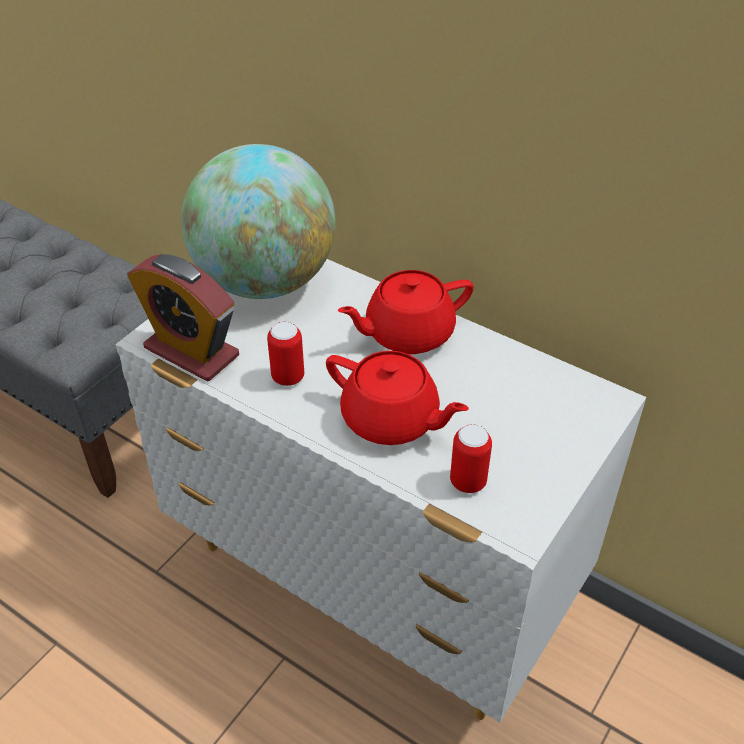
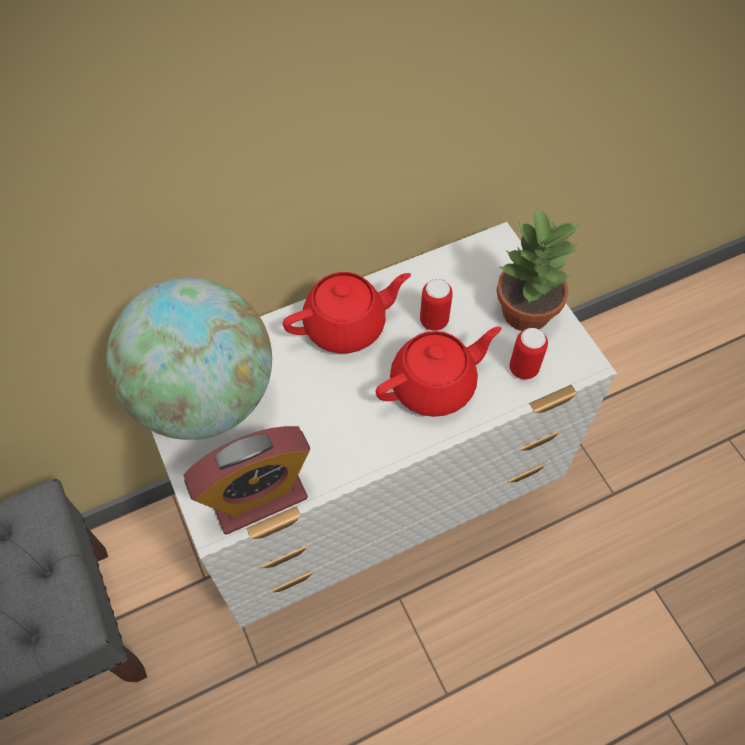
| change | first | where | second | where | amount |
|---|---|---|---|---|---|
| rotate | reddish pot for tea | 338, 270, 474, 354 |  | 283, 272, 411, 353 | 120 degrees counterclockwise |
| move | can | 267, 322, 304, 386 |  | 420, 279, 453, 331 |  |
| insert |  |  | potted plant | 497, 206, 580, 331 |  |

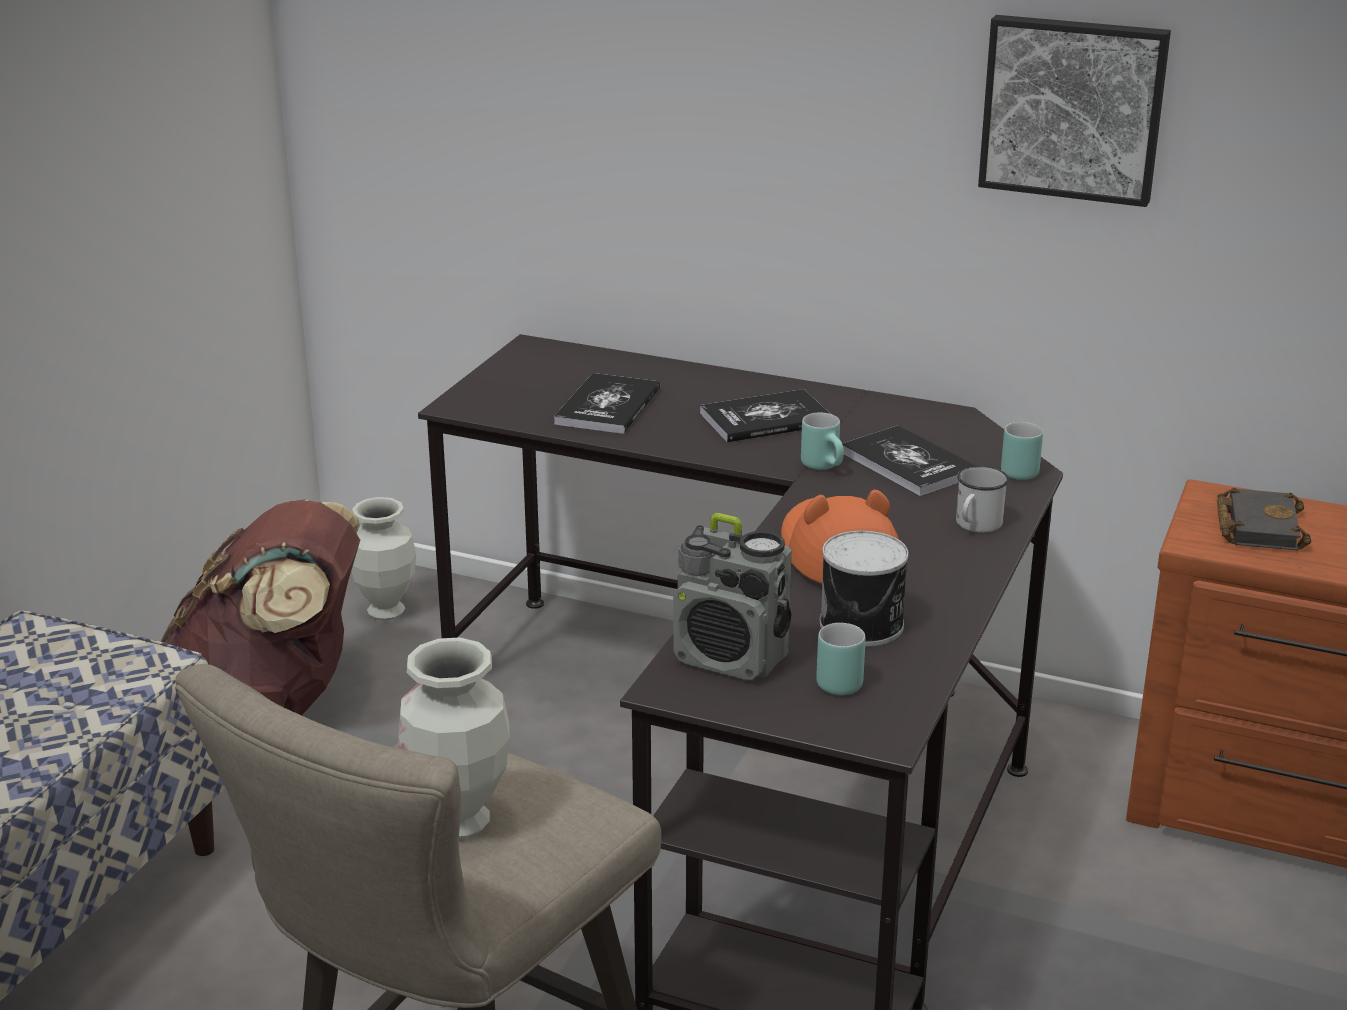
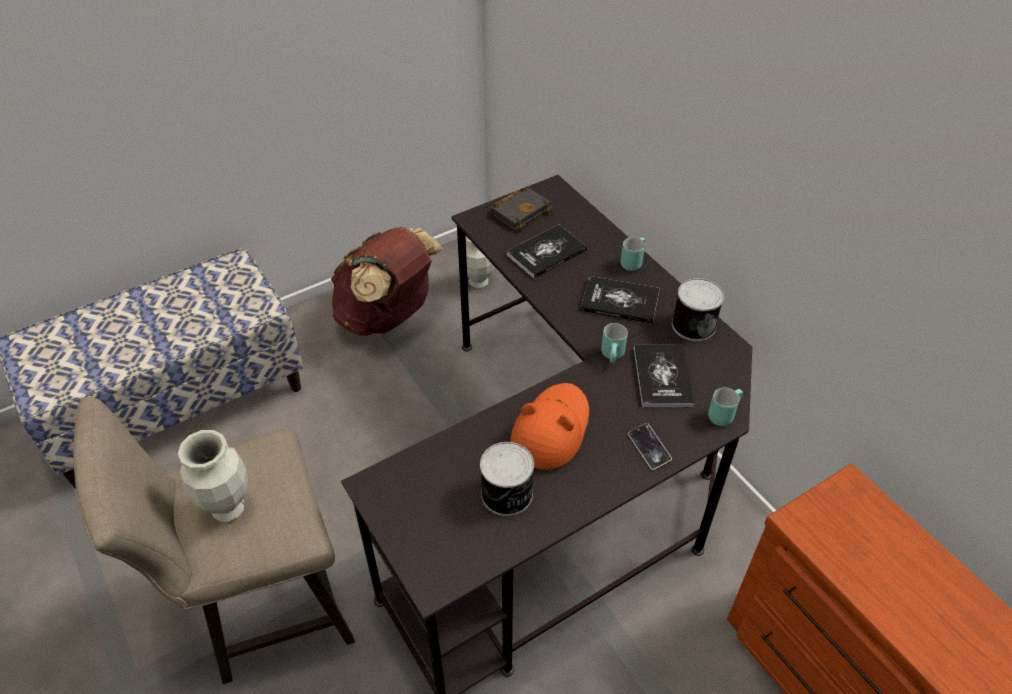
| change | first | where | second | where | amount |
|---|---|---|---|---|---|
| move | blackish bound book | 1217, 488, 1311, 550 |  | 490, 188, 553, 230 |  |
| move | turquoise-coloured coffee mug | 816, 623, 866, 695 |  | 621, 237, 645, 271 |  |
| replace | white-coloured coffee mug | 956, 466, 1009, 533 | handset | 628, 423, 672, 470 |  |
| insert |  |  | can | 672, 278, 724, 341 |  |
| delete | radio | 673, 513, 792, 680 |  |  |  |
| delete | wall art | 978, 15, 1171, 207 |  |  |  |

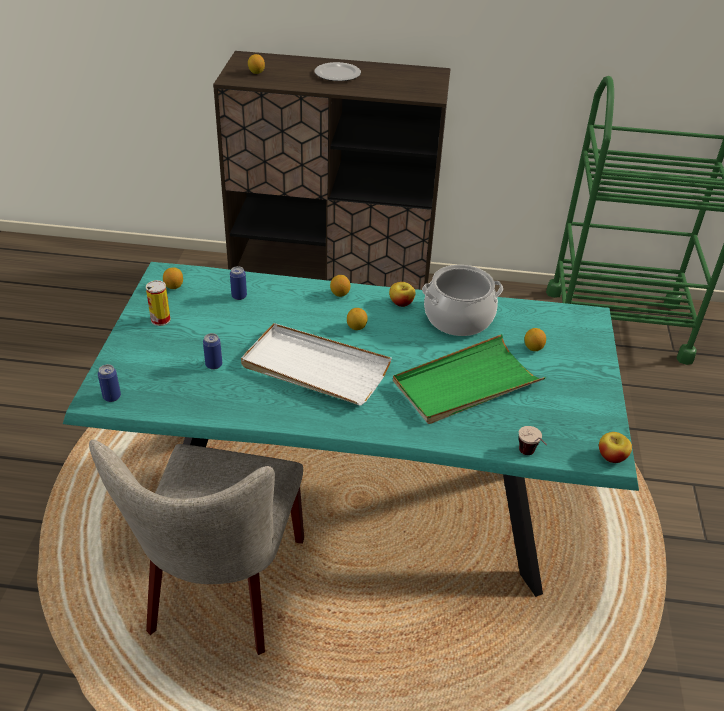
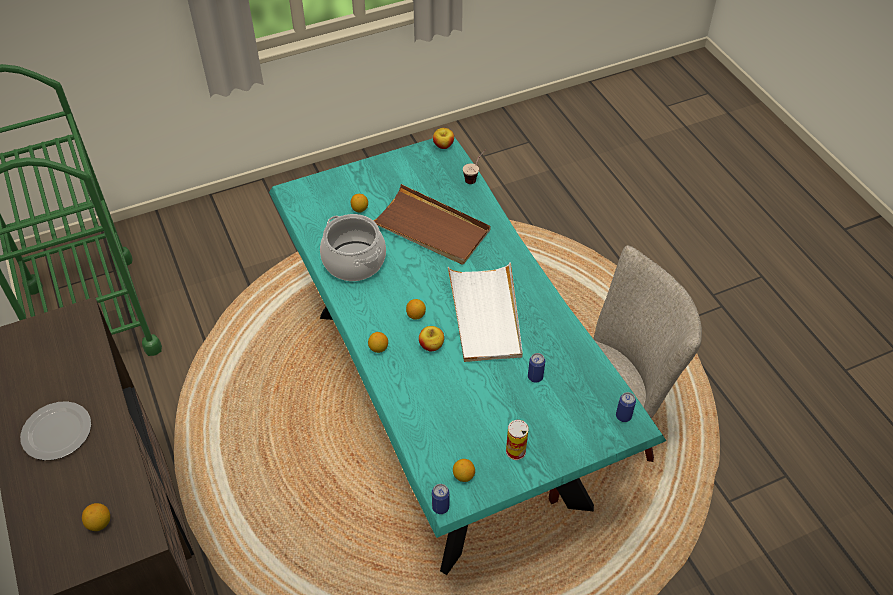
| change | first | where | second | where | amount |
|---|---|---|---|---|---|
| recolor | green-coloured serving tray | 393, 334, 546, 424 | brown serving tray | 373, 184, 491, 265 |  |
| move | whole apple | 389, 282, 415, 307 |  | 419, 326, 444, 351 |  |
| move | can | 230, 266, 247, 300 |  | 432, 484, 449, 514 |  |

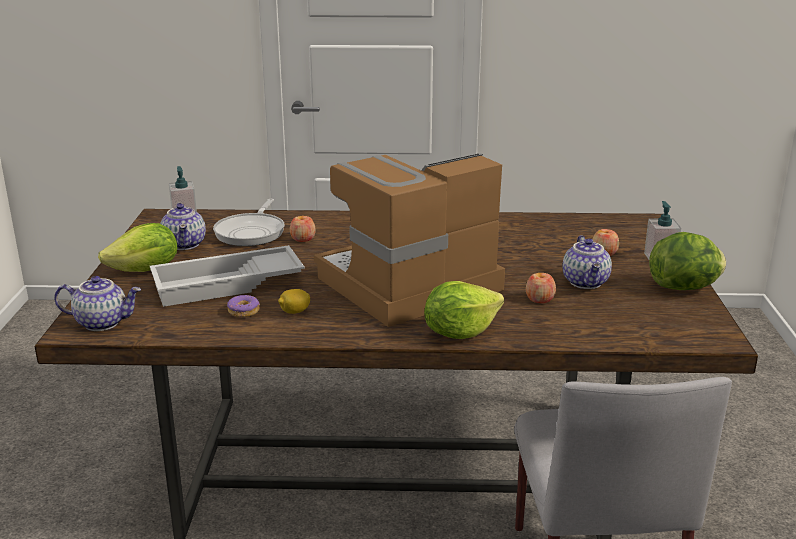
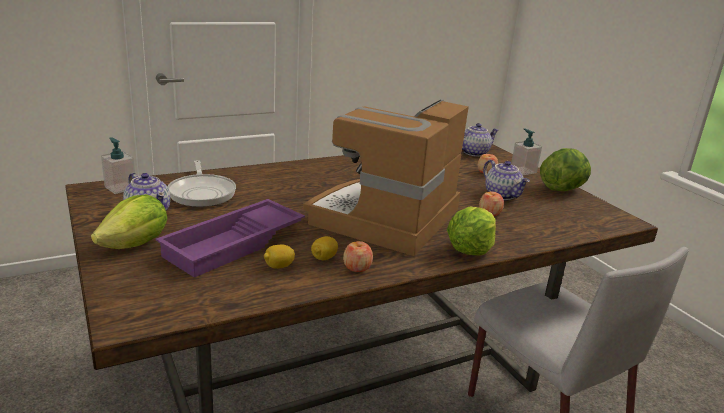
| change | first | where | second | where | amount |
|---|---|---|---|---|---|
| recolor | white-coloured serving tray | 150, 245, 305, 307 | purple-coloured serving tray | 155, 199, 305, 278 |  |
| replace | doughnut | 227, 295, 260, 317 | lemon | 264, 245, 295, 269 |  |
| move | whole apple | 290, 216, 316, 242 |  | 343, 241, 373, 272 |  |
| move | pot for tea | 54, 276, 141, 331 |  | 462, 123, 498, 157 |  |

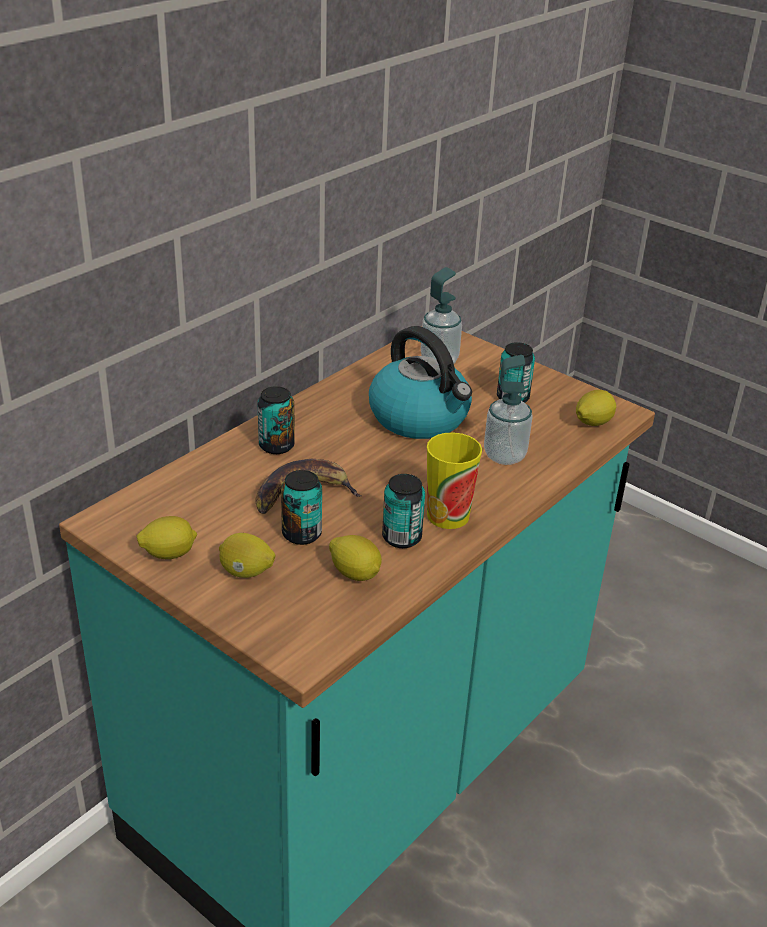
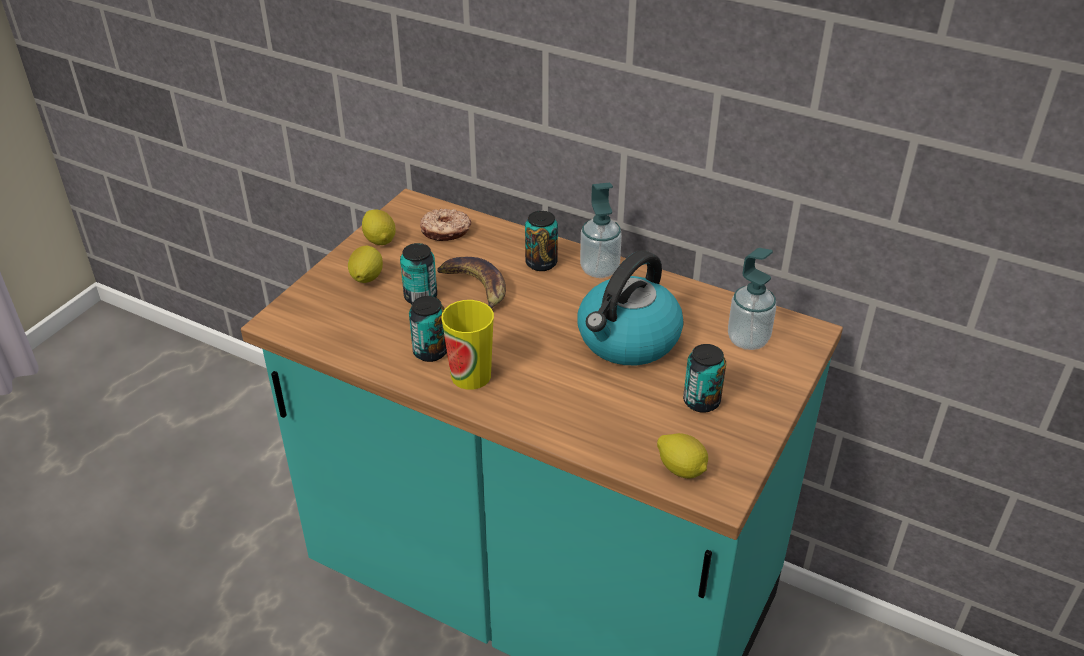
| change | first | where | second | where | amount |
|---|---|---|---|---|---|
| insert |  |  | doughnut | 420, 209, 471, 241 |  |
| move | soap bottle | 484, 355, 533, 465 |  | 580, 183, 622, 278 |  |
| delete | lemon | 329, 535, 382, 581 |  |  |  |

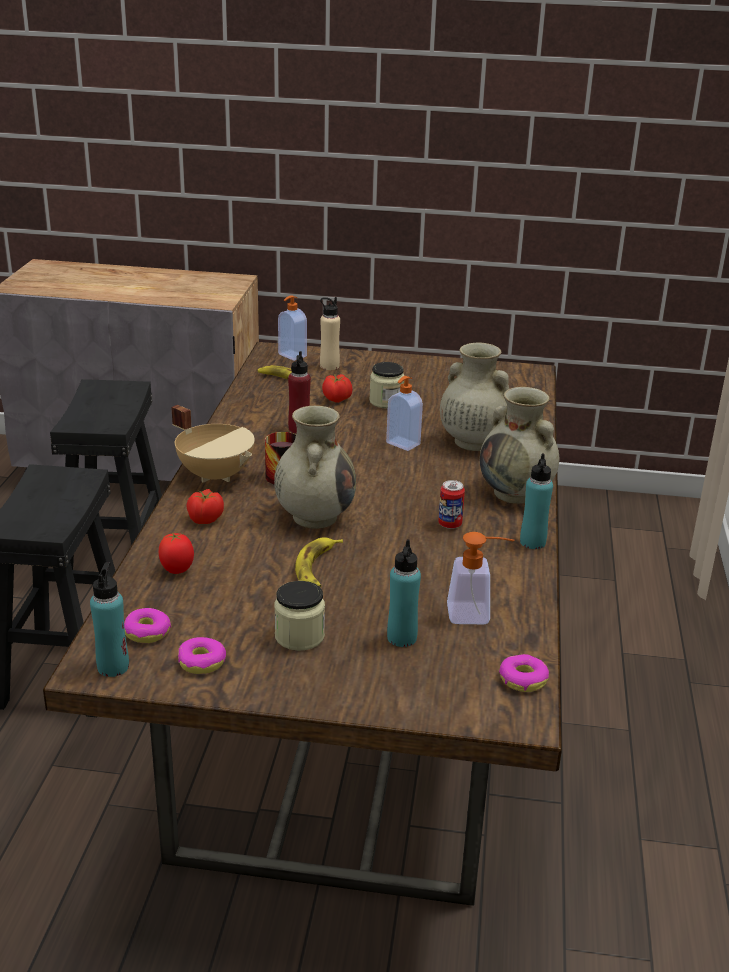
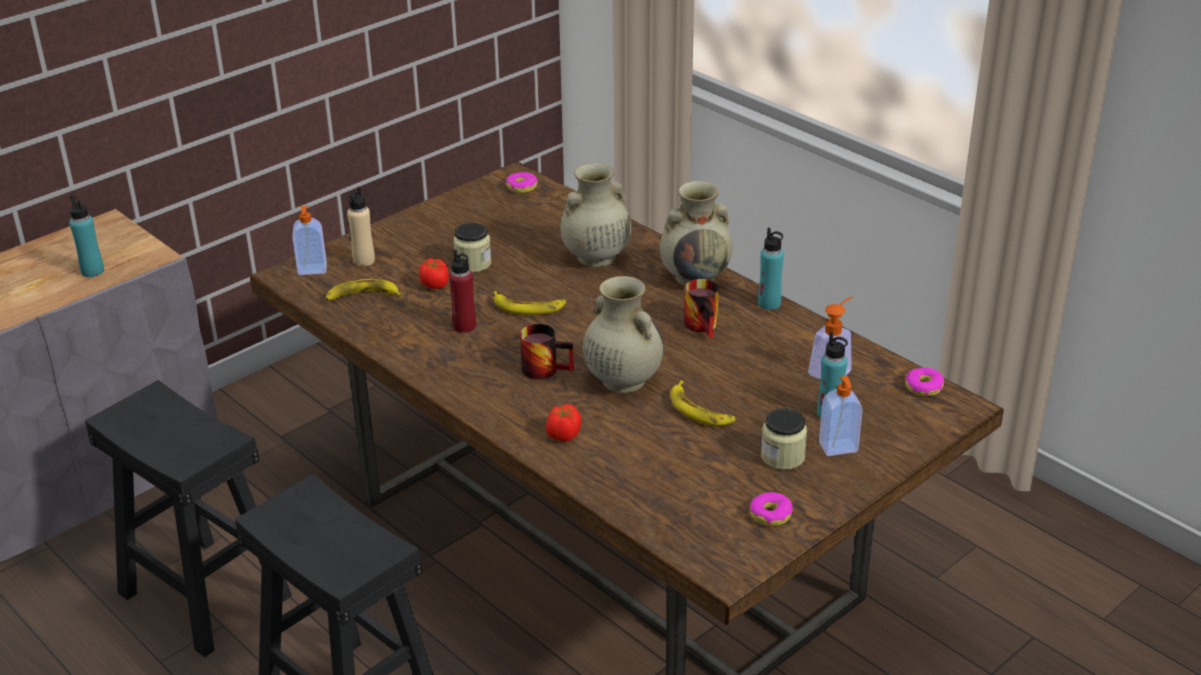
| change | first | where | second | where | amount |
|---|---|---|---|---|---|
| move | turquoise-coloured beverage bottle | 90, 562, 129, 677 |  | 69, 195, 104, 277 |  |
| insert |  |  | whole banana | 494, 291, 566, 315 |  |
| move | doughnut | 124, 608, 171, 643 |  | 506, 172, 538, 193 |  |
| replace | can | 438, 480, 465, 529 | coffee mug | 684, 279, 719, 338 |  |
| move | soap bottle | 386, 376, 423, 451 |  | 819, 376, 863, 456 |  |
| delete | fresh tomato | 159, 532, 194, 574 |  |  |  |
| delete | beige-coloured stockpot | 171, 405, 255, 483 |  |  |  |

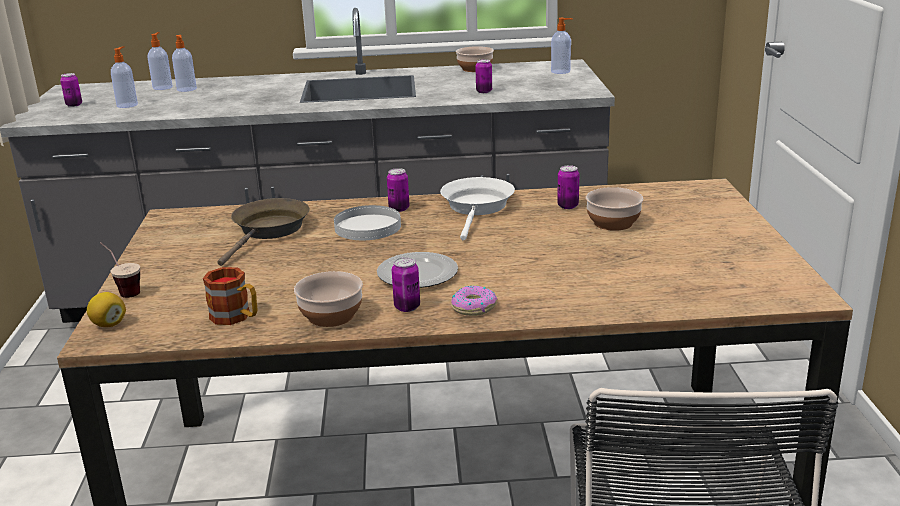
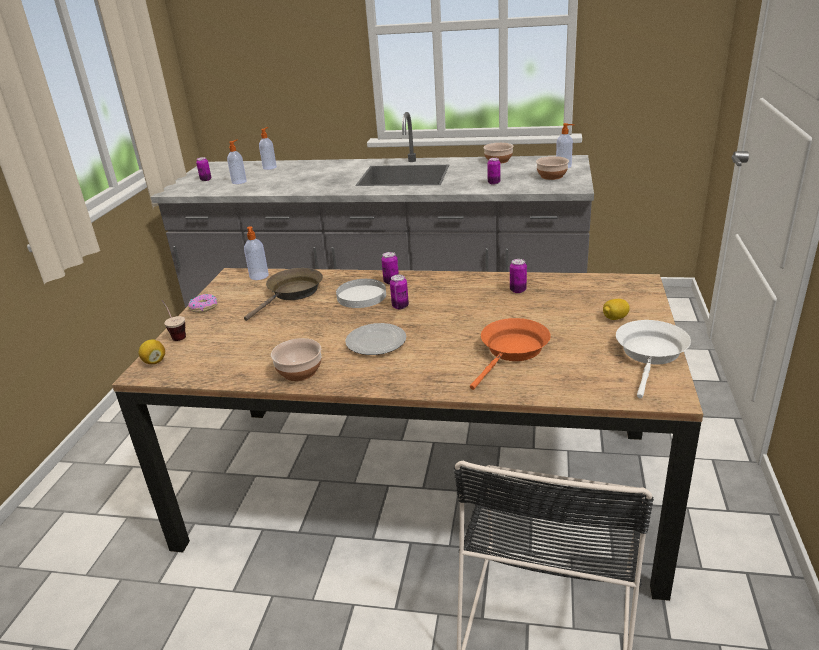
| change | first | where | second | where | amount |
|---|---|---|---|---|---|
| move | doughnut | 451, 286, 498, 316 |  | 188, 294, 217, 313 |  |
| move | soap bottle | 172, 35, 197, 92 |  | 244, 226, 269, 280 |  |
| move | can | 392, 257, 420, 312 |  | 390, 274, 409, 309 |  |
| insert |  |  | orange frying pan | 470, 318, 551, 390 |  |
| move | deep dish | 586, 187, 643, 231 |  | 536, 156, 569, 180 |  |
| insert |  |  | lemon | 603, 299, 630, 320 |  |
| move | white-coloured frying pan | 440, 177, 515, 240 |  | 616, 320, 691, 399 |  |
| delete | coffee mug | 203, 267, 258, 325 |  |  |  |

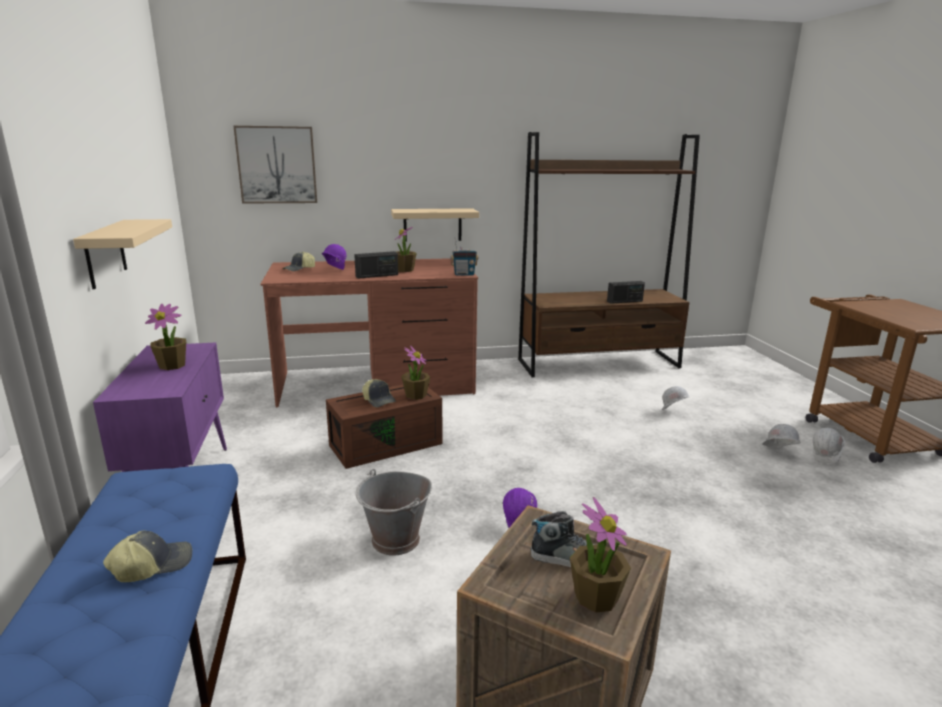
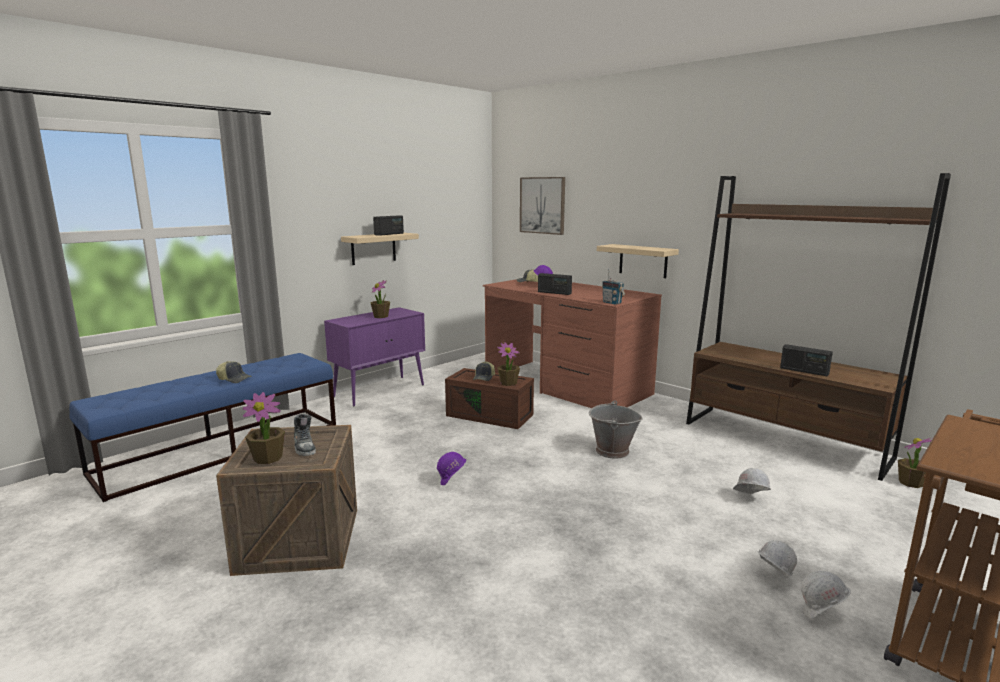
| change | first | where | second | where | amount |
|---|---|---|---|---|---|
| insert |  |  | radio | 373, 215, 404, 236 |  |
| move | gray water bucket | 356, 469, 432, 556 |  | 589, 400, 643, 459 |  |
| move | potted plant | 395, 226, 417, 272 |  | 898, 438, 933, 488 |  |

